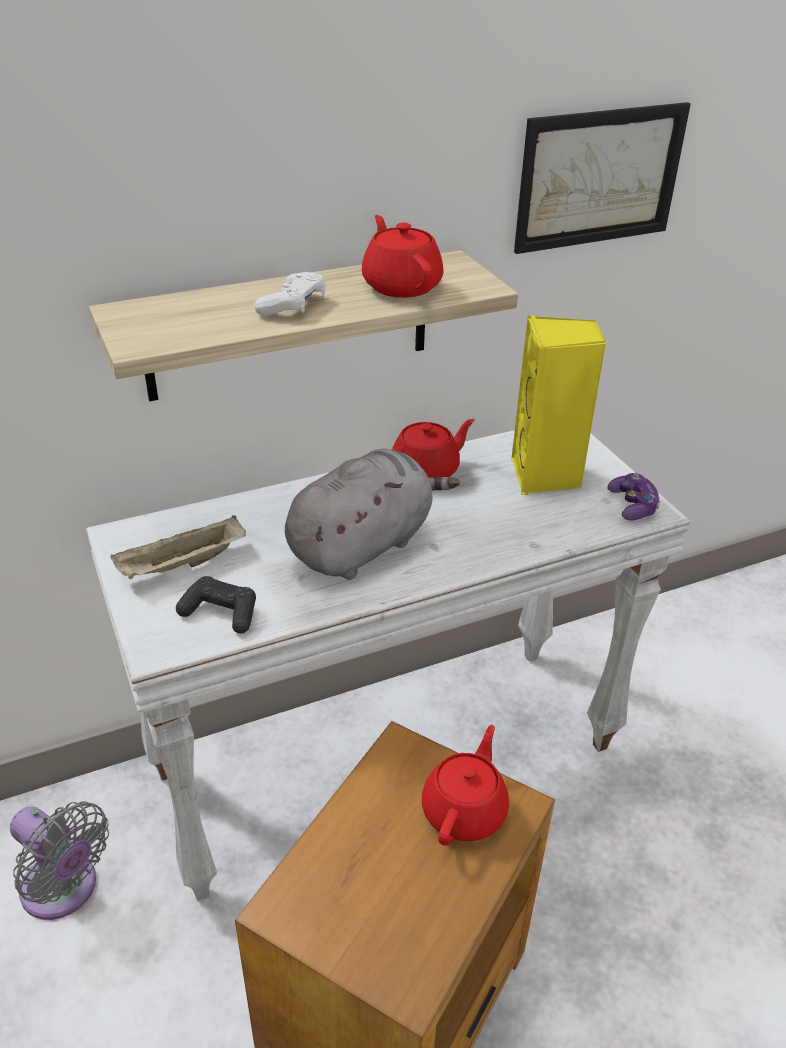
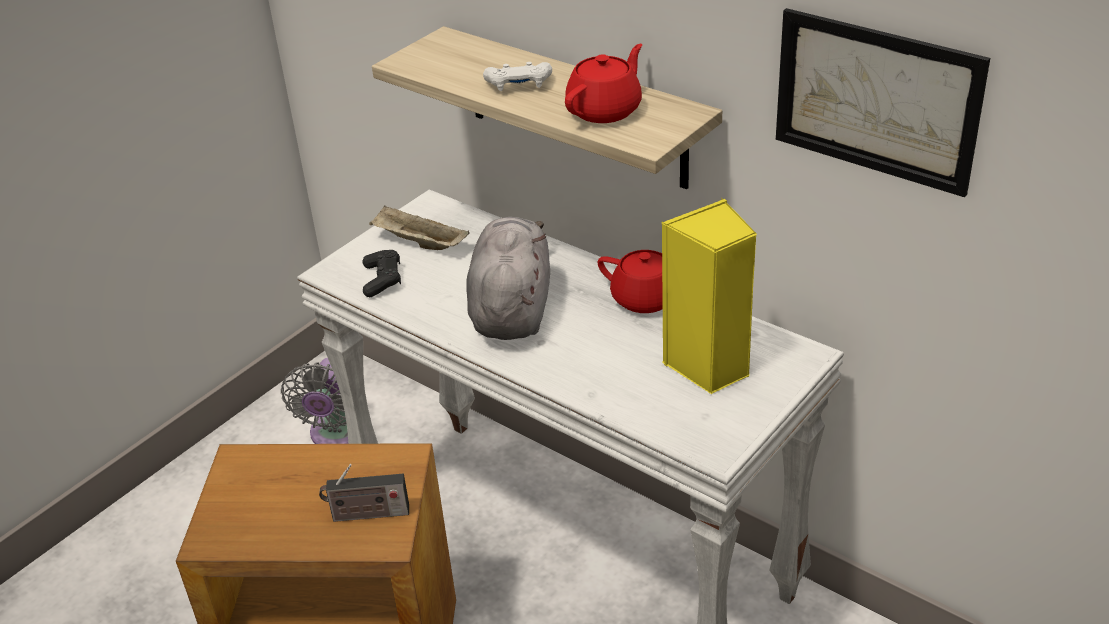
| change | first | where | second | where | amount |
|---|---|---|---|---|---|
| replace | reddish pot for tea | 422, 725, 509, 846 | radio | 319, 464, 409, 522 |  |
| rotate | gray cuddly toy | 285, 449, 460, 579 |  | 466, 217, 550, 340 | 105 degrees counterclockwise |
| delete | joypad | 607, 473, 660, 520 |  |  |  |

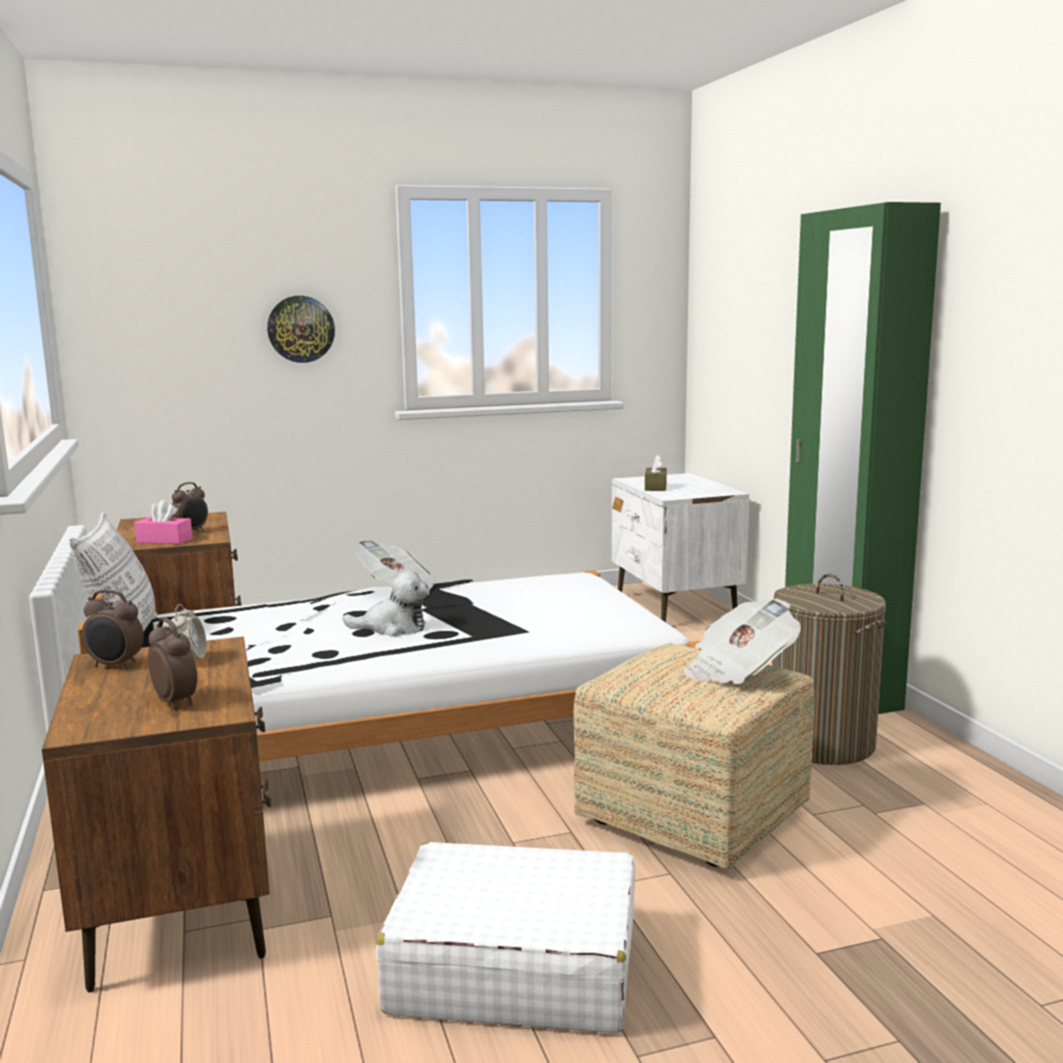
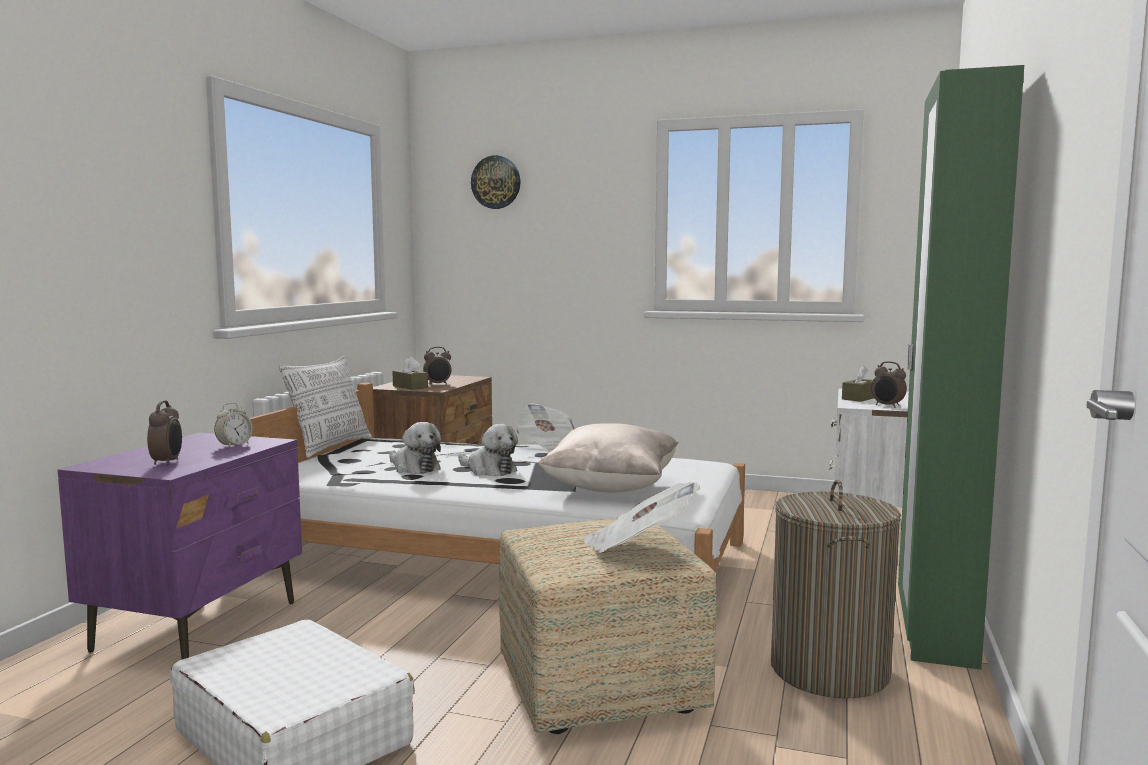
| change | first | where | second | where | amount |
|---|---|---|---|---|---|
| recolor | brown bedside table | 42, 637, 271, 992 | purple-coloured bedside table | 58, 433, 302, 659 |  |
| insert |  |  | cuddly toy | 389, 422, 441, 474 |  |
| recolor | pinkish box of tissues | 134, 500, 193, 544 | brown box of tissues | 392, 357, 428, 390 |  |
| move | wall clock | 267, 296, 335, 363 |  | 471, 155, 521, 209 |  |
| insert |  |  | beige-coloured throw pillow | 538, 424, 679, 493 |  |
| move | table clock | 82, 590, 144, 670 |  | 871, 361, 907, 408 |  |

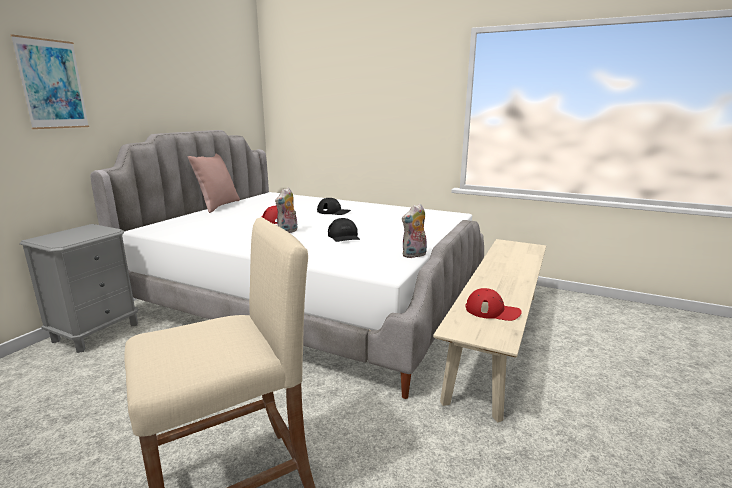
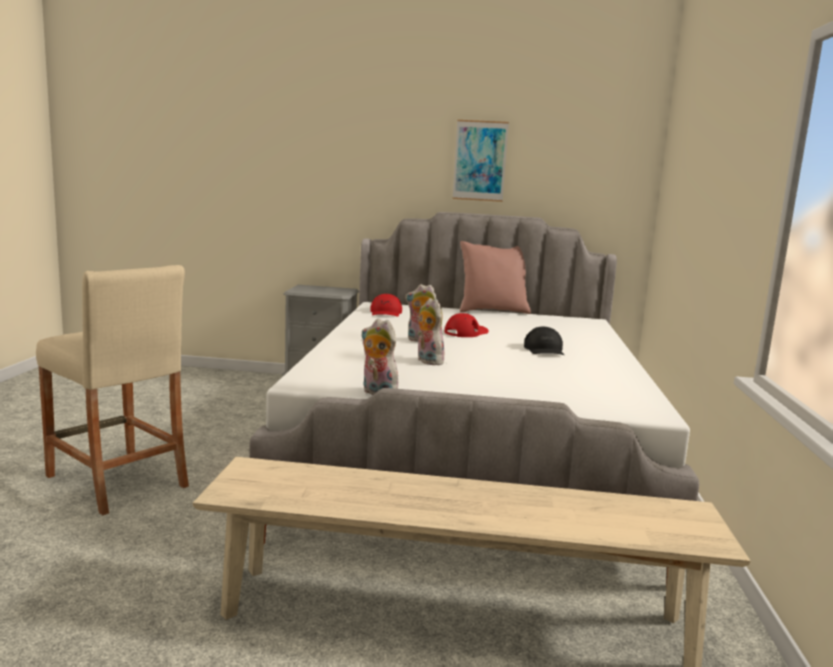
| change | first | where | second | where | amount |
|---|---|---|---|---|---|
| move | reddish peaked cap | 465, 288, 522, 321 |  | 370, 294, 402, 317 |  |
| replace | blackish peaked cap | 328, 218, 360, 242 | cuddly toy | 417, 298, 444, 365 |  |
| move | wall art | 11, 34, 89, 129 |  | 452, 120, 509, 202 |  |

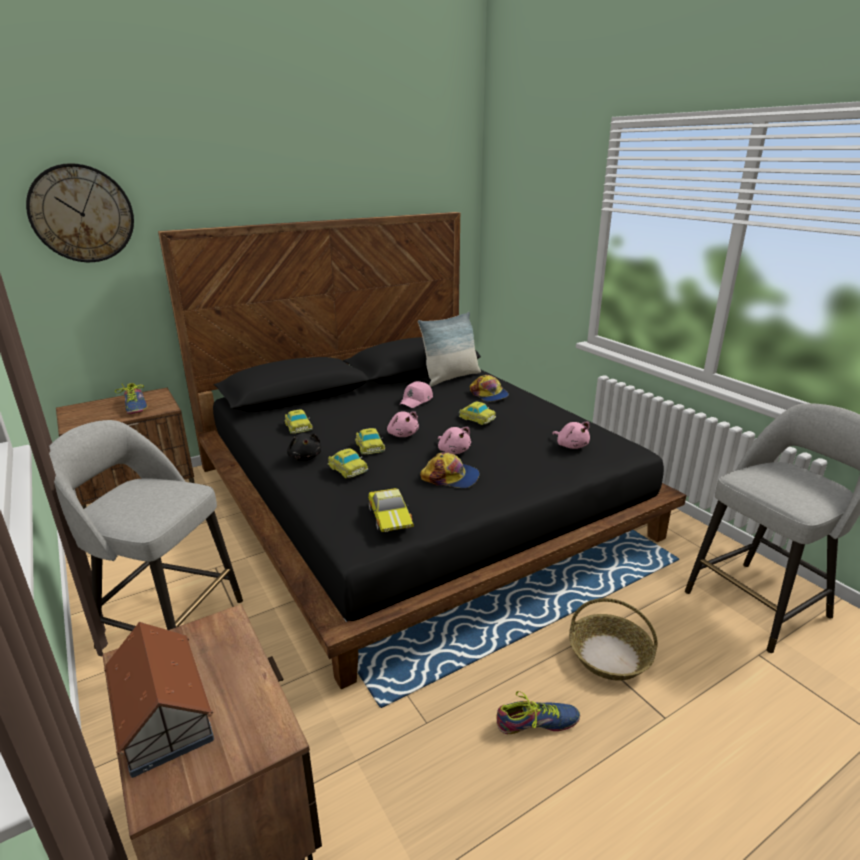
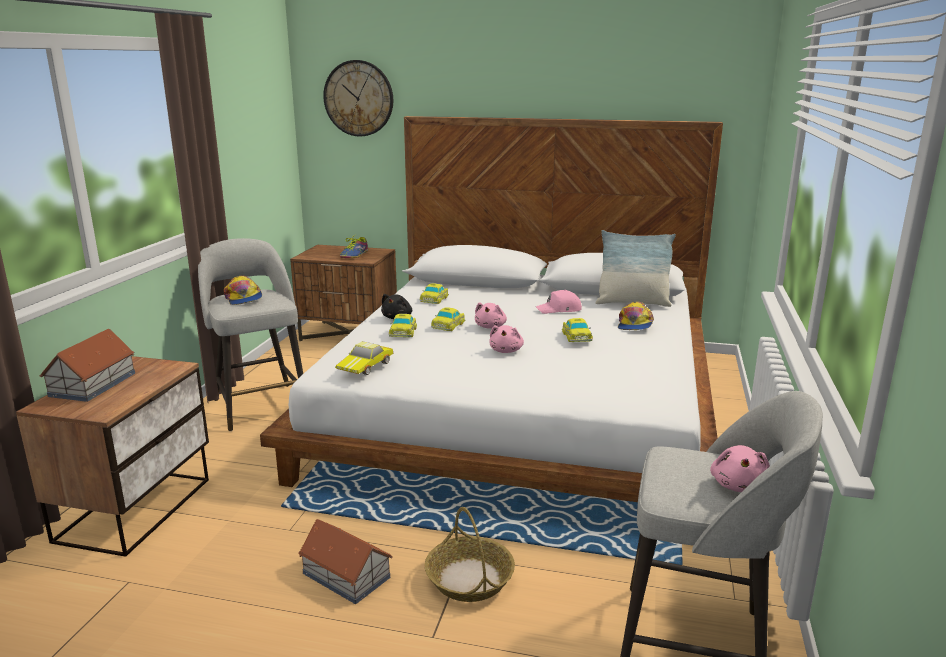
| change | first | where | second | where | amount |
|---|---|---|---|---|---|
| move | peaked cap | 420, 452, 480, 488 |  | 224, 275, 262, 305 |  |
| recolor | blackish bed | 158, 212, 686, 689 | white-coloured bed | 260, 116, 723, 502 |  |
| replace | item of footwear | 496, 691, 580, 734 | toy house | 298, 519, 393, 604 |  |
| move | pinkish cuddly toy | 552, 422, 590, 449 |  | 710, 445, 770, 492 |  |

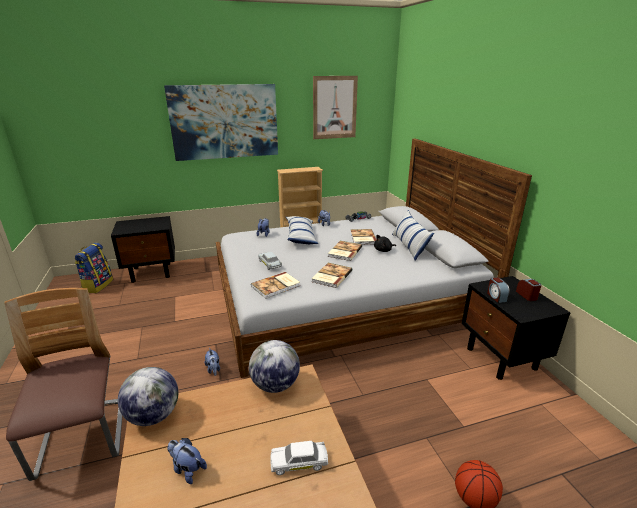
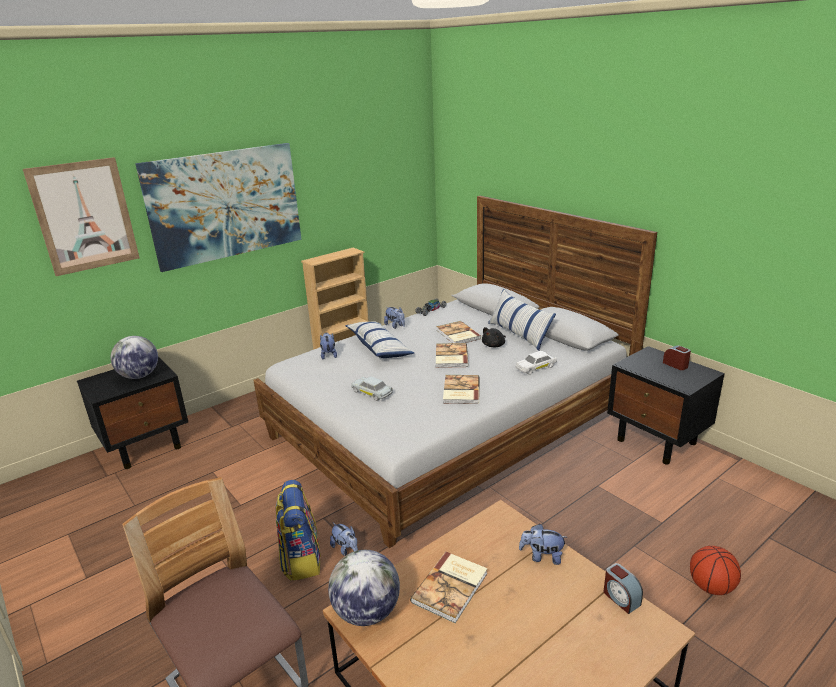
| change | first | where | second | where | amount |
|---|---|---|---|---|---|
| move | wall art | 313, 76, 358, 139 |  | 23, 157, 140, 276 |  |
| move | world globe | 249, 340, 300, 393 |  | 111, 336, 158, 379 |  |
| move | rucksack | 74, 243, 113, 293 |  | 276, 480, 321, 581 |  |
| move | bound book | 251, 272, 300, 299 |  | 410, 552, 488, 623 |  |
| move | white-coloured toy car | 270, 441, 328, 475 |  | 516, 351, 557, 375 |  |
| move | cuddly toy | 168, 438, 207, 484 |  | 519, 524, 568, 565 |  |
| move | table clock | 487, 277, 510, 303 |  | 604, 563, 643, 614 |  |

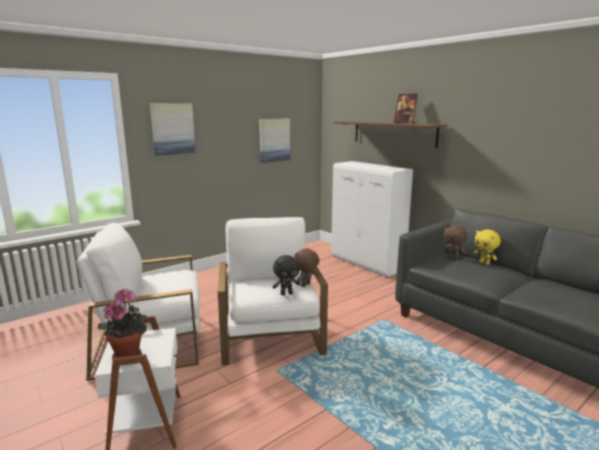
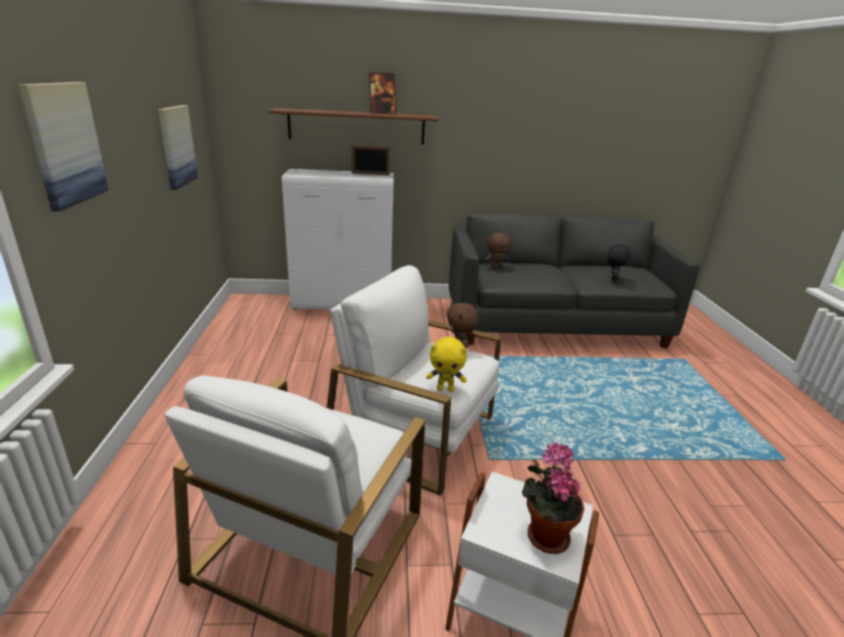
| change | first | where | second | where | amount |
|---|---|---|---|---|---|
| insert |  |  | picture frame | 351, 145, 390, 175 |  |
| move | yellow-coloured cuddly toy | 474, 229, 501, 265 |  | 426, 337, 467, 392 |  |
| move | blackish cuddly toy | 272, 255, 300, 295 |  | 608, 244, 631, 282 |  |

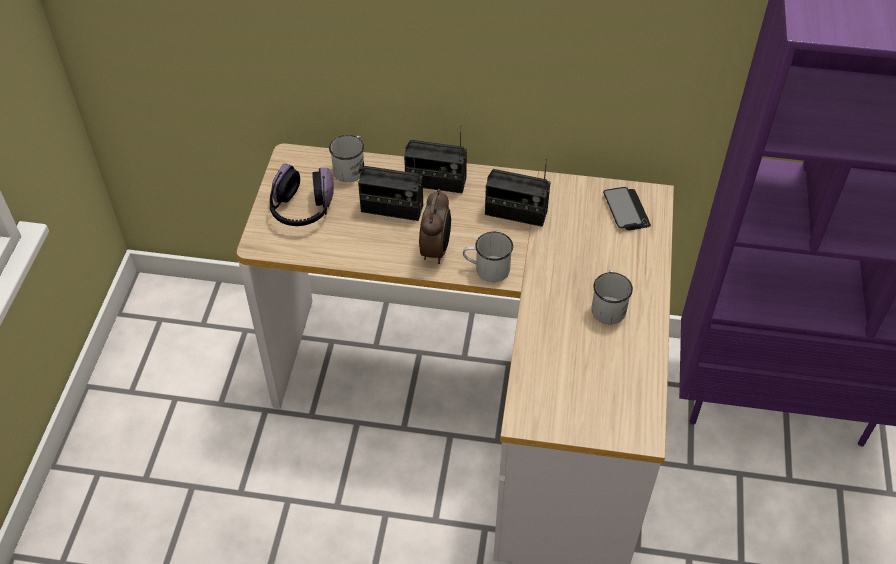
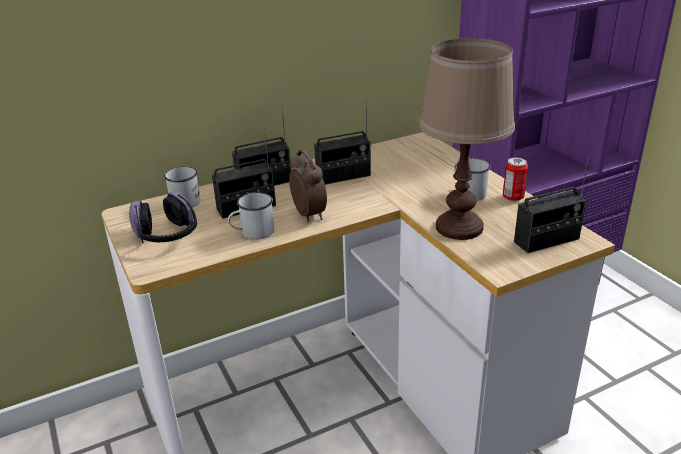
| change | first | where | second | where | amount |
|---|---|---|---|---|---|
| move | white-coloured coffee mug | 463, 232, 513, 282 |  | 228, 192, 274, 240 |  |
| insert |  |  | brown table lamp | 419, 38, 515, 240 |  |
| insert |  |  | can | 503, 158, 528, 201 |  |
| insert |  |  | radio | 514, 153, 590, 253 |  |
| delete | handset | 603, 187, 651, 230 |  |  |  |

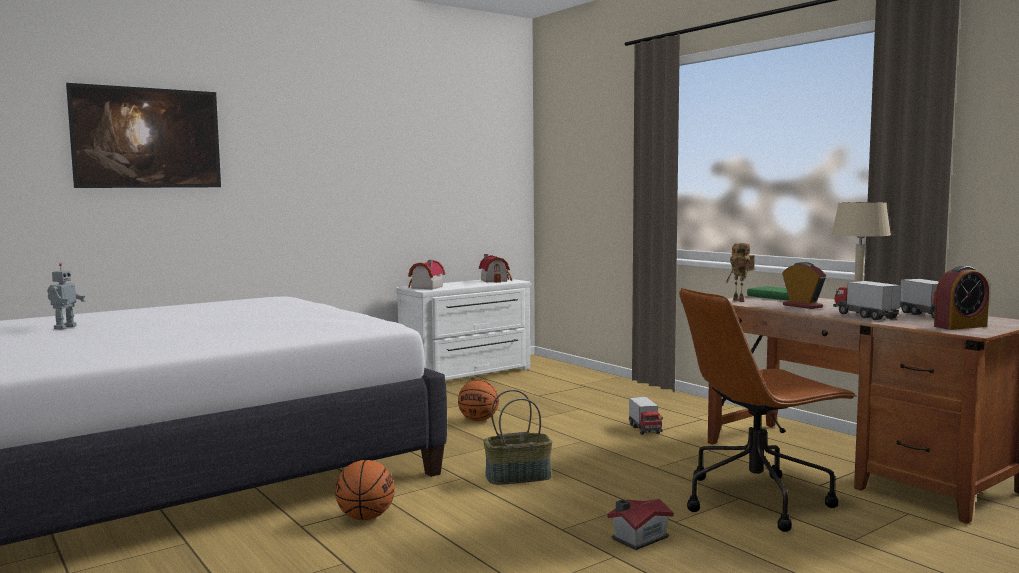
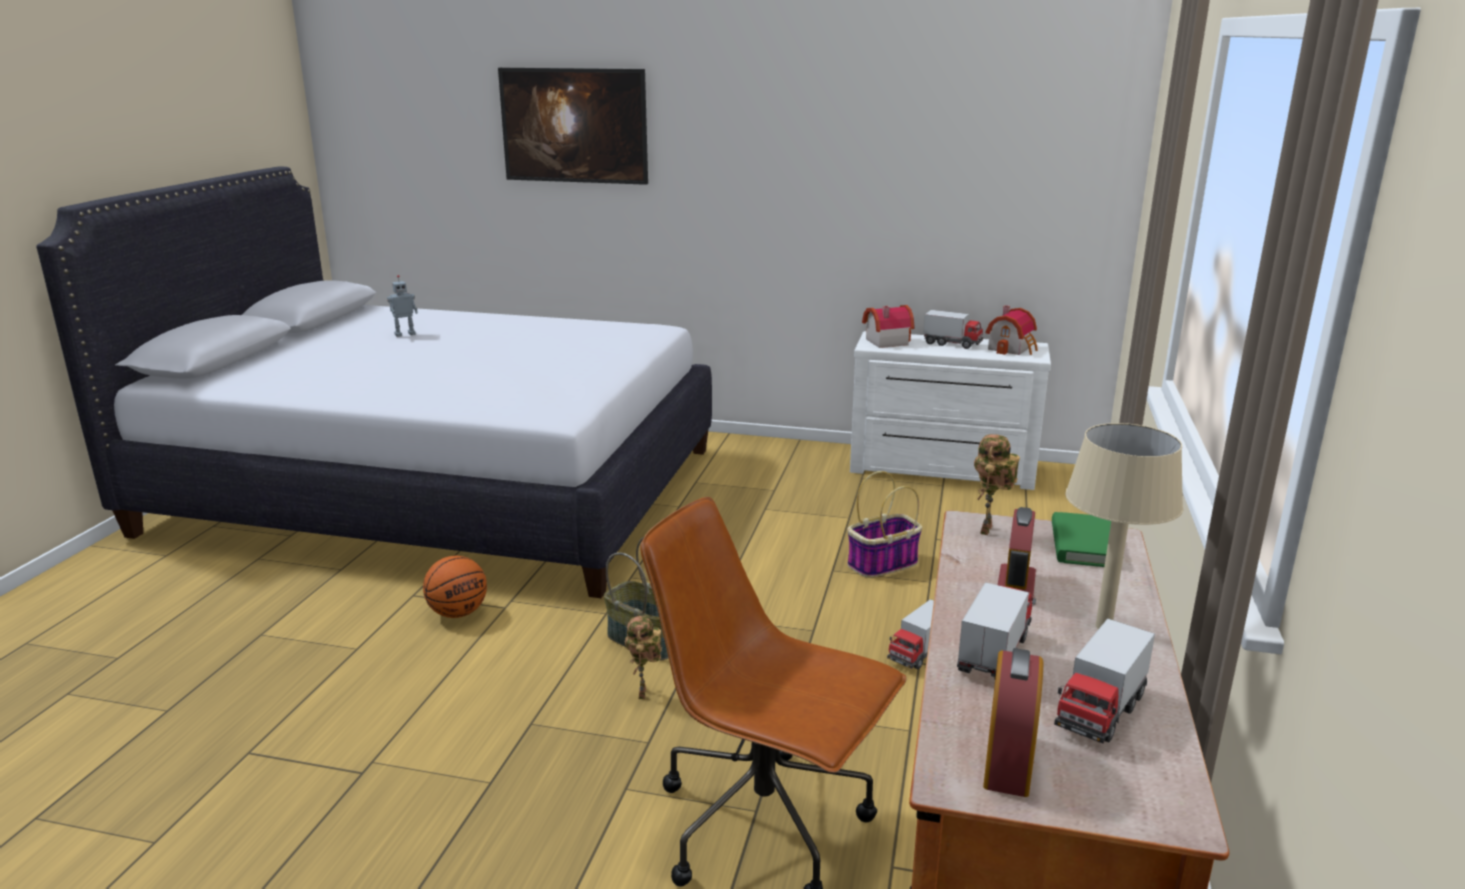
| change | first | where | second | where | amount |
|---|---|---|---|---|---|
| insert |  |  | robot figure | 625, 616, 662, 699 |  |
| insert |  |  | storage basket | 847, 471, 922, 578 |  |
| insert |  |  | model truck | 923, 310, 983, 349 |  |
| rotate | table clock | 934, 266, 989, 330 |  | 983, 648, 1043, 797 | 75 degrees clockwise |
| delete | basketball | 458, 380, 499, 421 |  |  |  |
| delete | toy house | 607, 499, 674, 550 |  |  |  |

